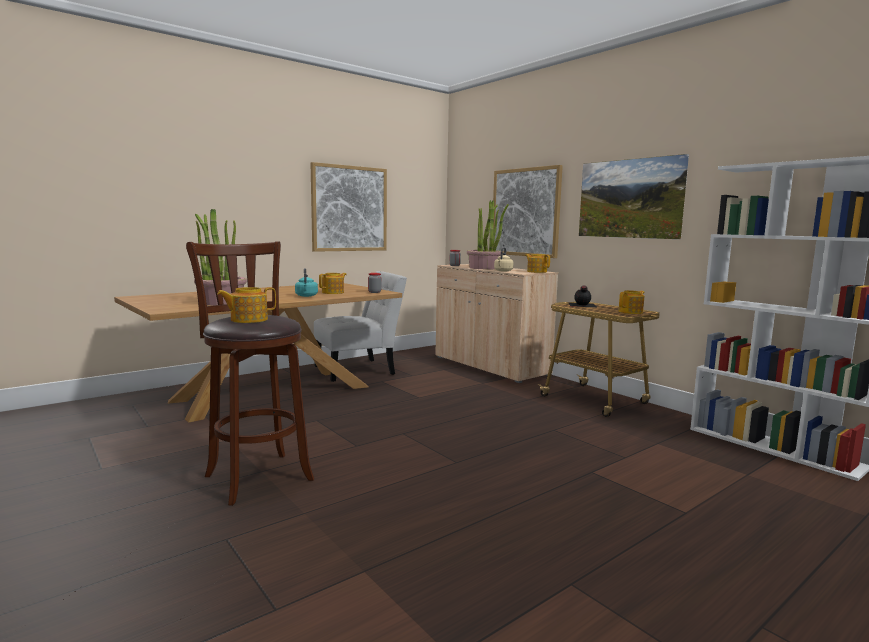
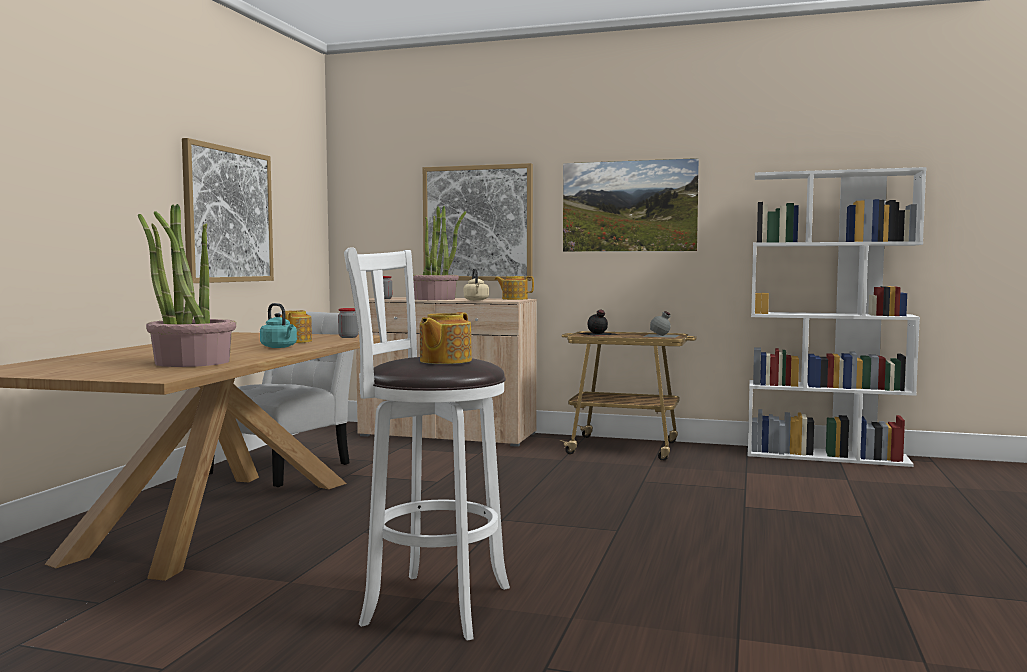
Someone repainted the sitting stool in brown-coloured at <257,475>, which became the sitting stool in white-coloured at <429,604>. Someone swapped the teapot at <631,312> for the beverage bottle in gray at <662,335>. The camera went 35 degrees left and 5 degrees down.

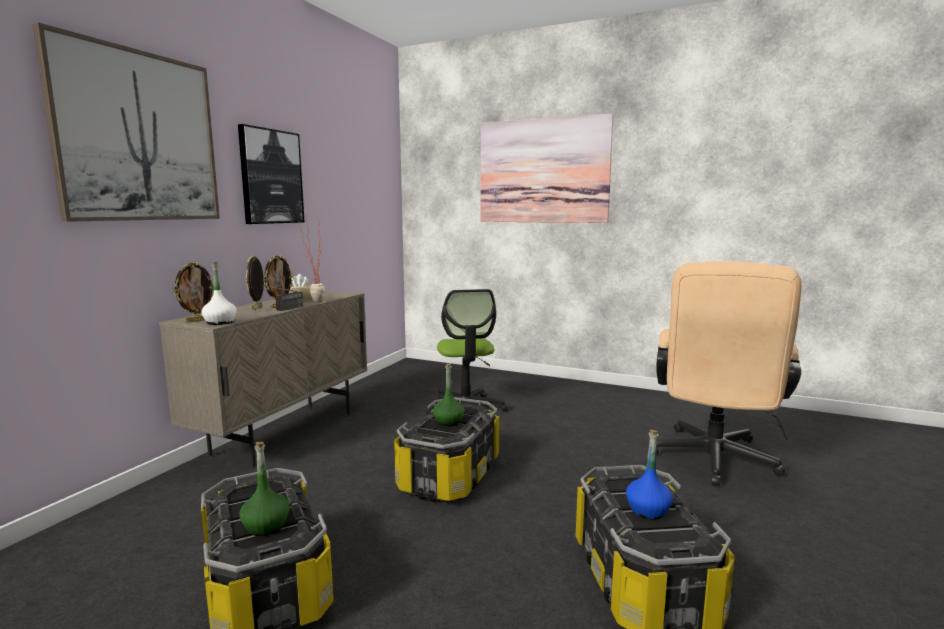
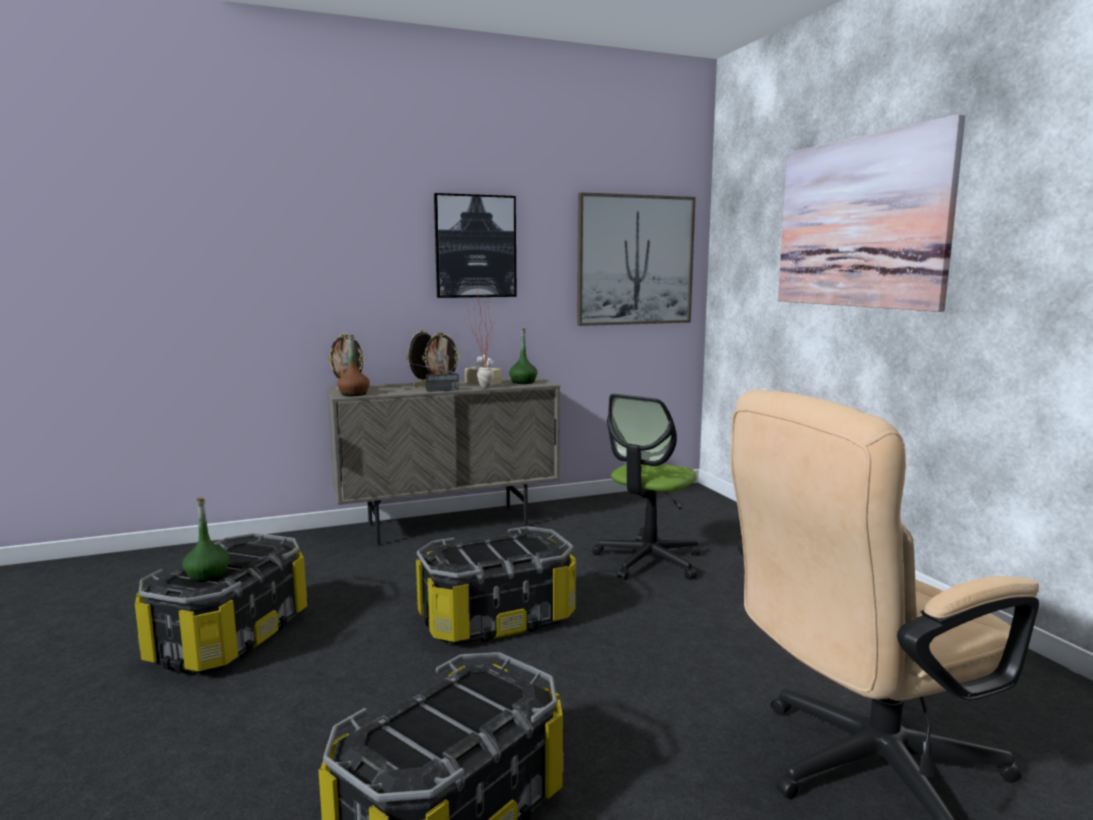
Someone carried the wall picture from <138,137> to <635,260>. Someone repainted the beverage bottle in white-coloured at <220,322>, which became the beverage bottle in brown-coloured at <354,394>. Someone carried the beverage bottle in greenish from <448,421> to <523,382>. Someone took away the beverage bottle in blue-coloured at <648,510>. The camera went 45 degrees right and 0 degrees up.

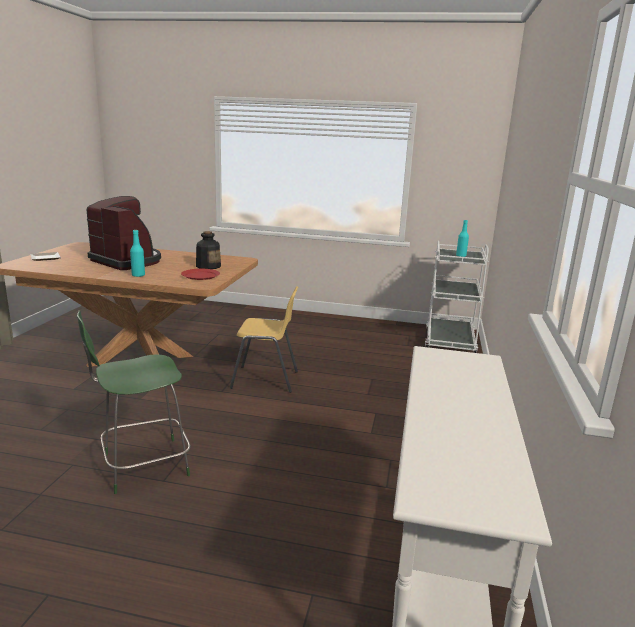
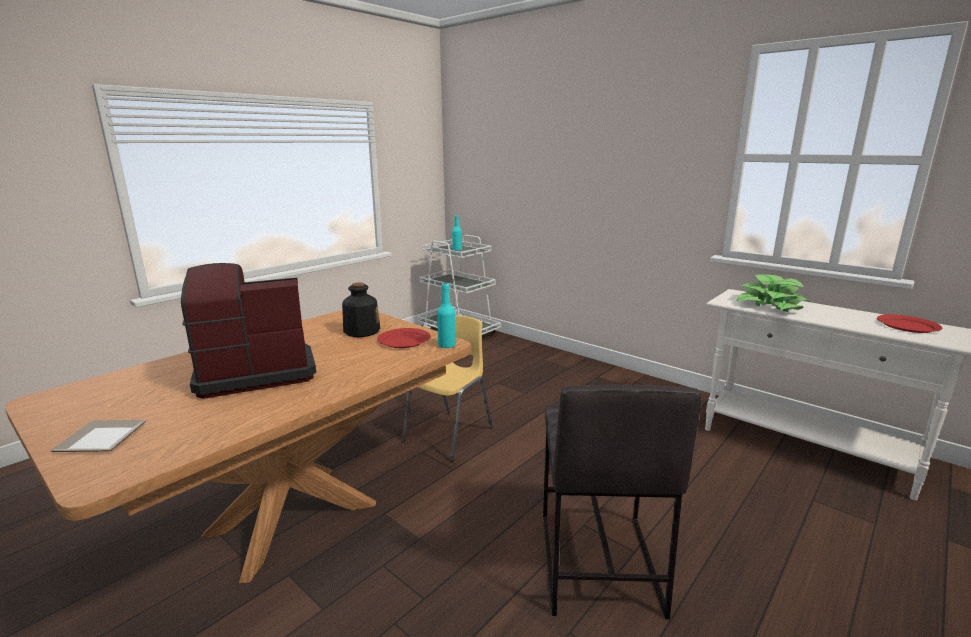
Someone carried the beverage bottle in turquoise-coloured from <138,275> to <447,345>. Someone swapped the chair in greenish at <142,465> for the sitting stool in gray at <597,563>. Someone put down the plant in a pot at <771,305>. Someone put down the plate in red-coloured at <908,326>. The camera went 60 degrees left and 0 degrees up.

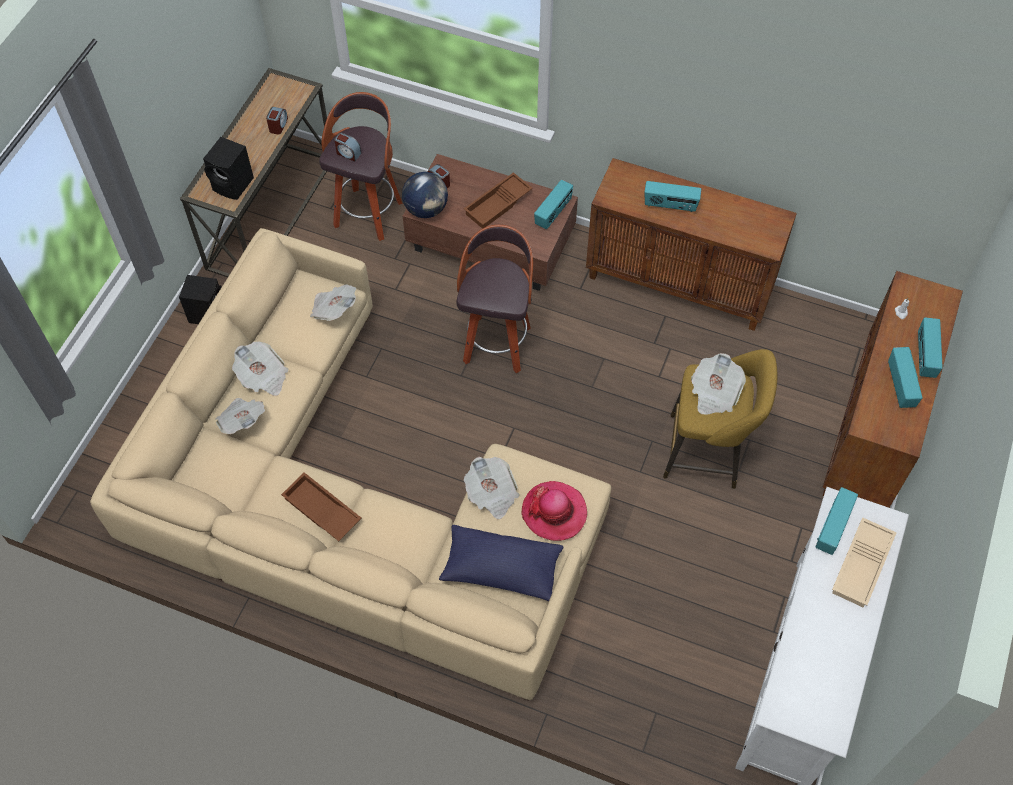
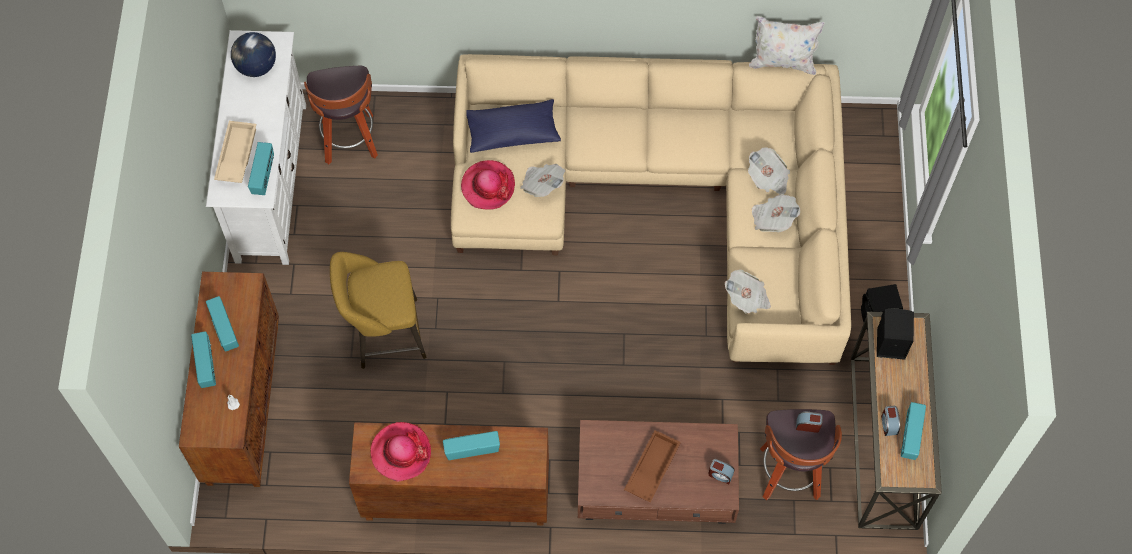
Someone carried the globe from <426,209> to <256,66>. Someone carried the radio receiver from <553,213> to <910,436>. Someone carried the sitting stool from <497,343> to <349,141>. Someone took away the printed paper at <714,393>. Someone took away the serving tray in brown-coloured at <320,511>. Someone put down the throw pillow in white-coloured at <782,62>. Someone put down the wearable hat at <401,452>. The camera went 160 degrees right and 5 degrees up.

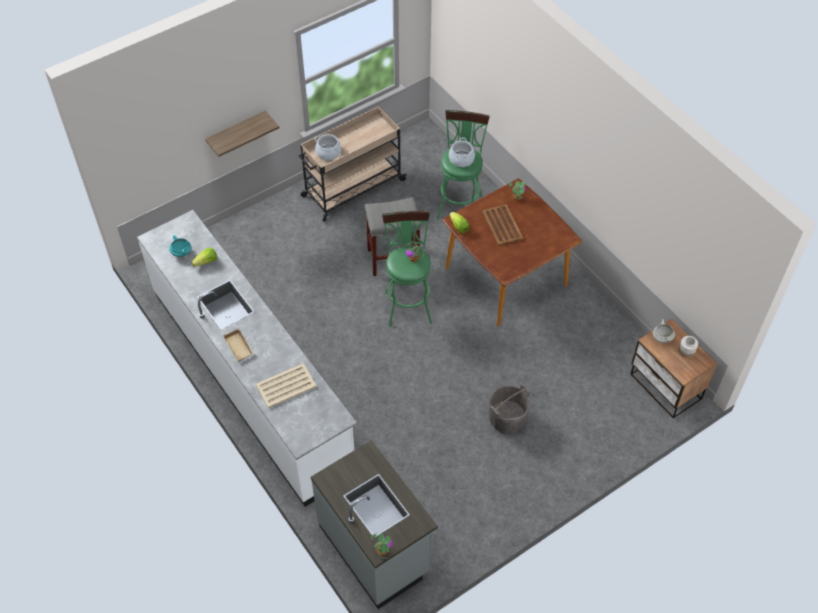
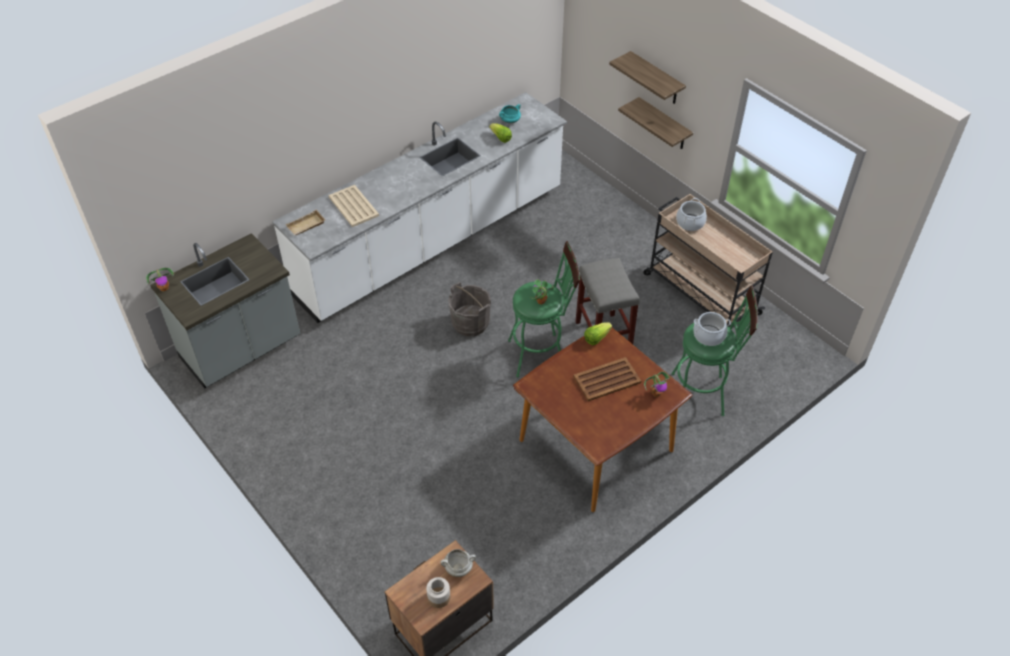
Someone carried the serving tray in sand-coloured from <240,347> to <306,226>. Someone carried the bucket in gray from <507,419> to <470,323>. Someone put up the bracket shelf at <656,79>. The camera went 85 degrees right and 5 degrees down.

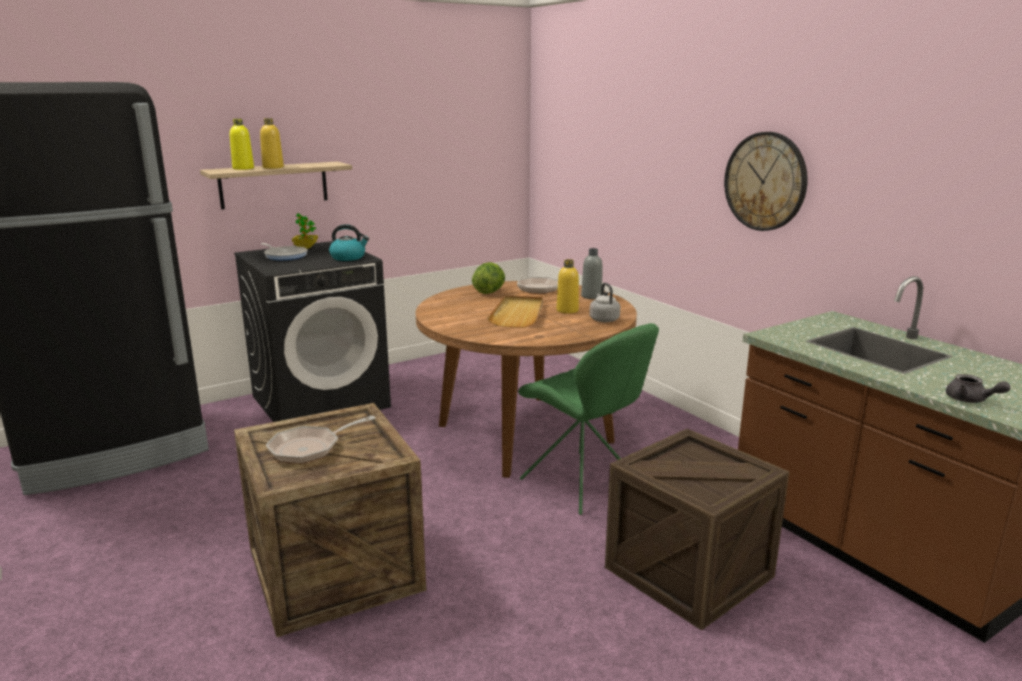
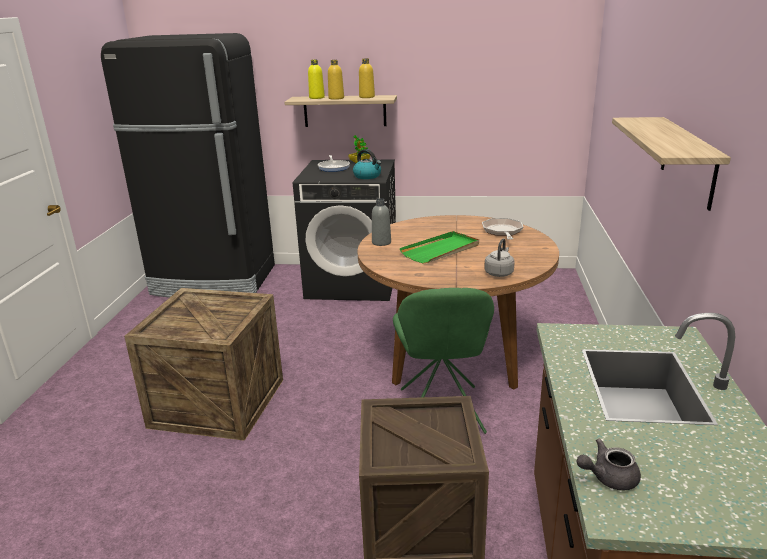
Someone swapped the hanging clock at <765,181> for the bracket shelf at <688,161>. Someone carried the beverage bottle in gray from <591,296> to <381,242>. Someone carried the beverage bottle in yellowish from <567,310> to <367,97>. Someone took away the head of lettuce at <489,292>. Someone repainted the serving tray in sand-coloured at <518,314>, which became the serving tray in greenish at <441,250>. Someone rotated the teapot in gray at <970,400> by 75 degrees clockwise. Someone took away the skillet at <310,448>. The camera went 40 degrees right and 5 degrees up.

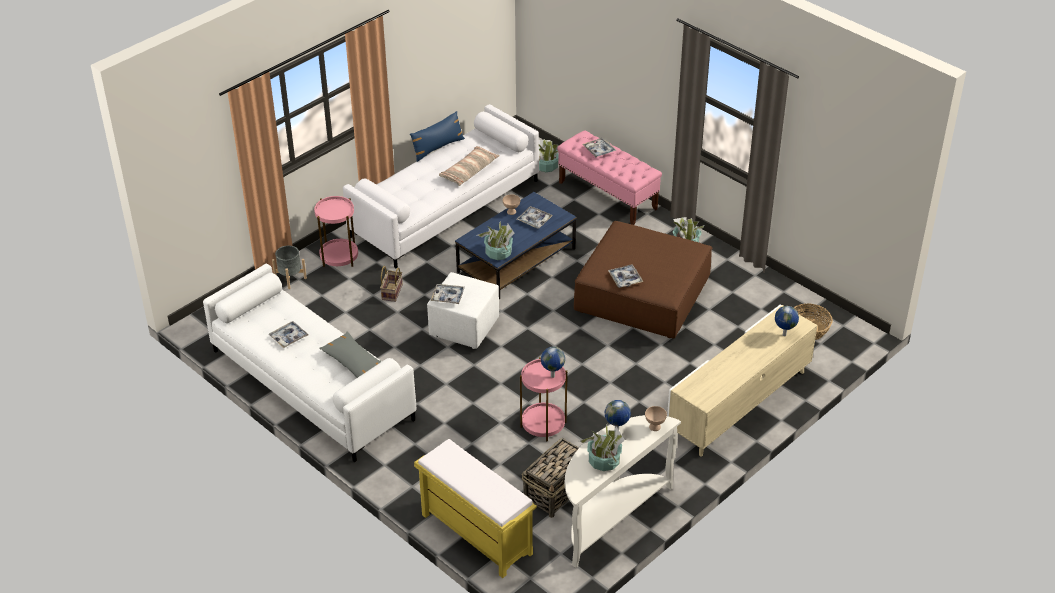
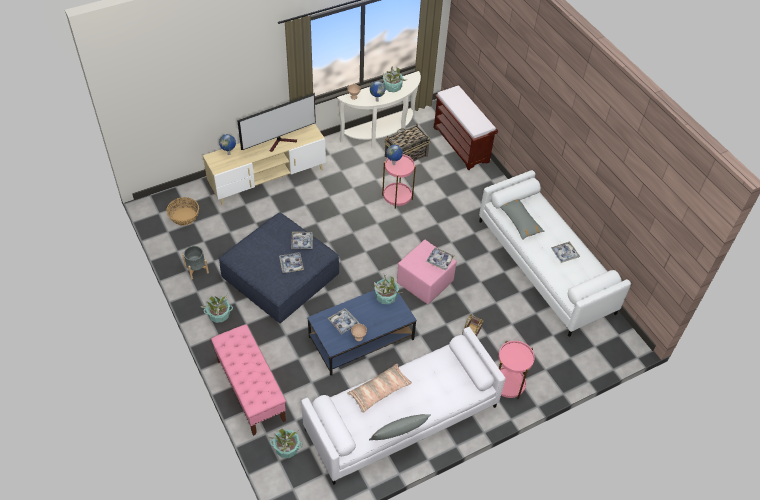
Someone repainted the throw pillow in blue-coloured at <437,148>, which became the throw pillow in gray at <399,434>. Someone carried the serving tray from <599,150> to <291,264>. Someone repainted the footrest in brown-coloured at <642,294>, which became the footrest in blue-coloured at <280,277>. Someone carried the plant pot in gray from <290,278> to <197,269>. Someone repainted the footrest in white-coloured at <465,328>, which became the footrest in pinkish at <424,283>. Someone repainted the indoor bench in yellowish at <475,534>, which became the indoor bench in brown-coloured at <461,145>. Someone put down the TV set at <281,142>. The camera went 165 degrees left and 10 degrees up.

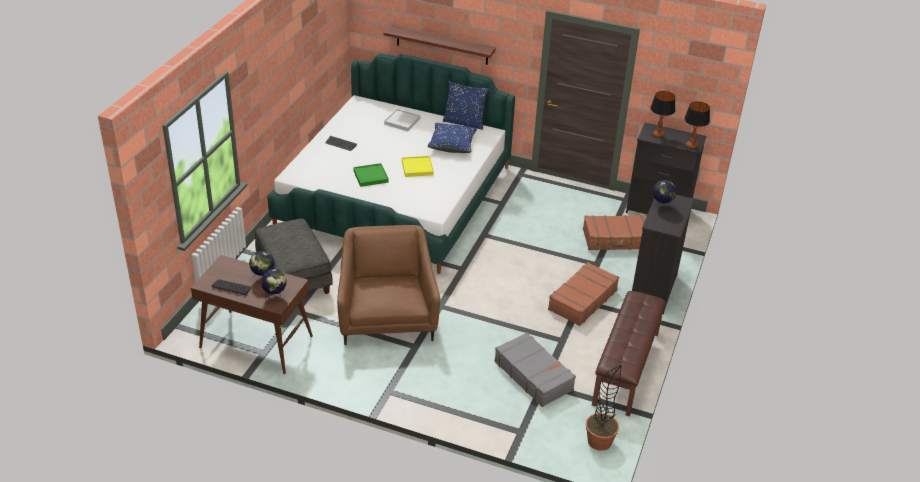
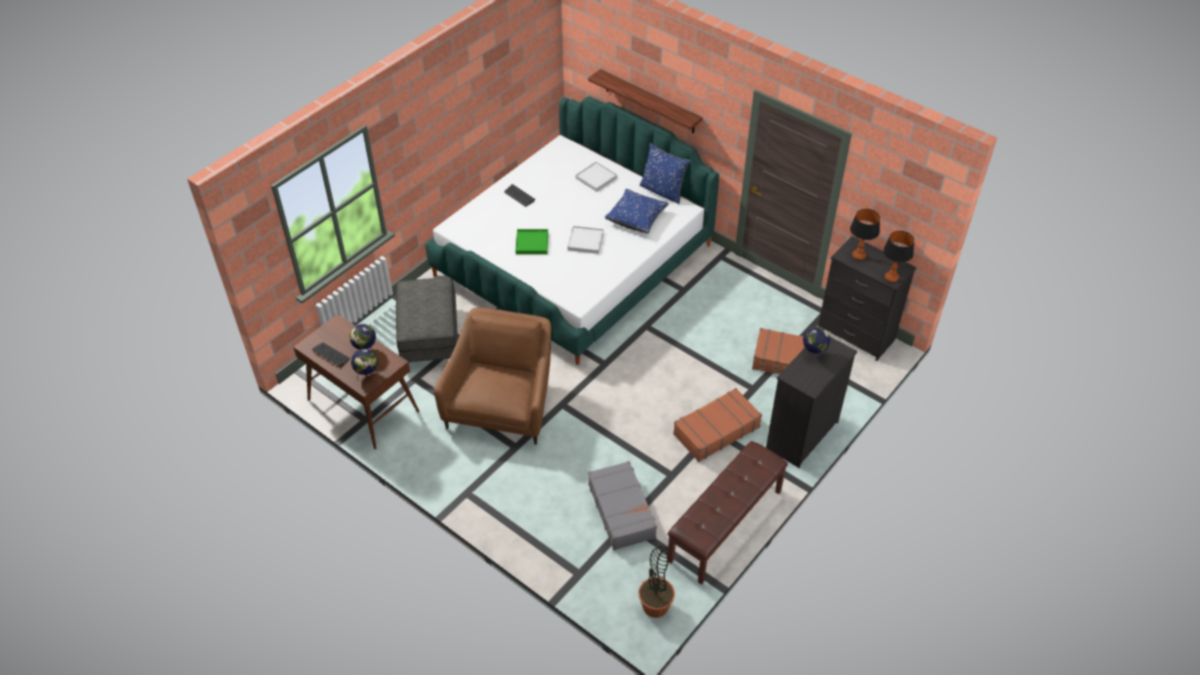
Someone repainted the serving tray in yellowish at <417,168>, which became the serving tray in white-coloured at <585,241>. The camera went 20 degrees right and 10 degrees up.

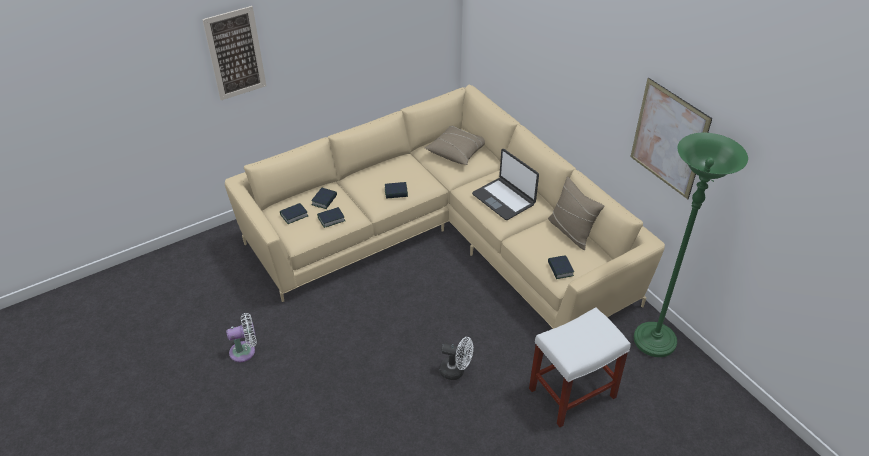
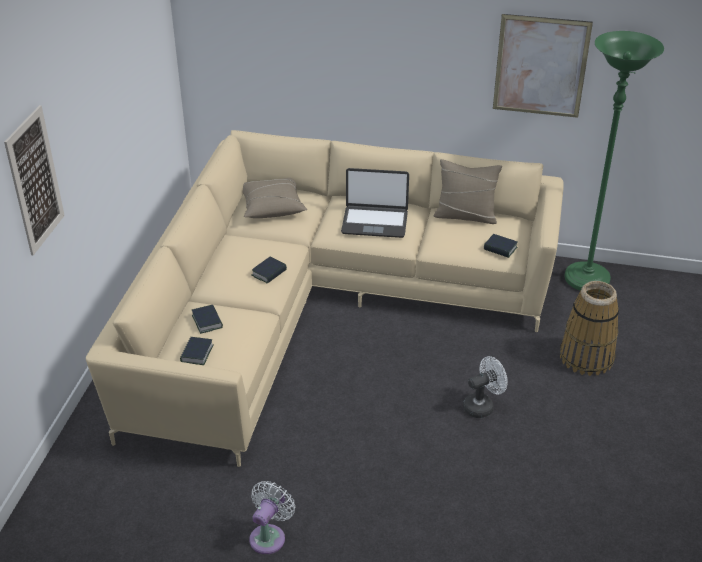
Someone took away the bound book at <331,219>. Someone swapped the sitting stool in white-coloured at <571,394> for the storage basket at <586,357>. The camera went 45 degrees left and 5 degrees down.

